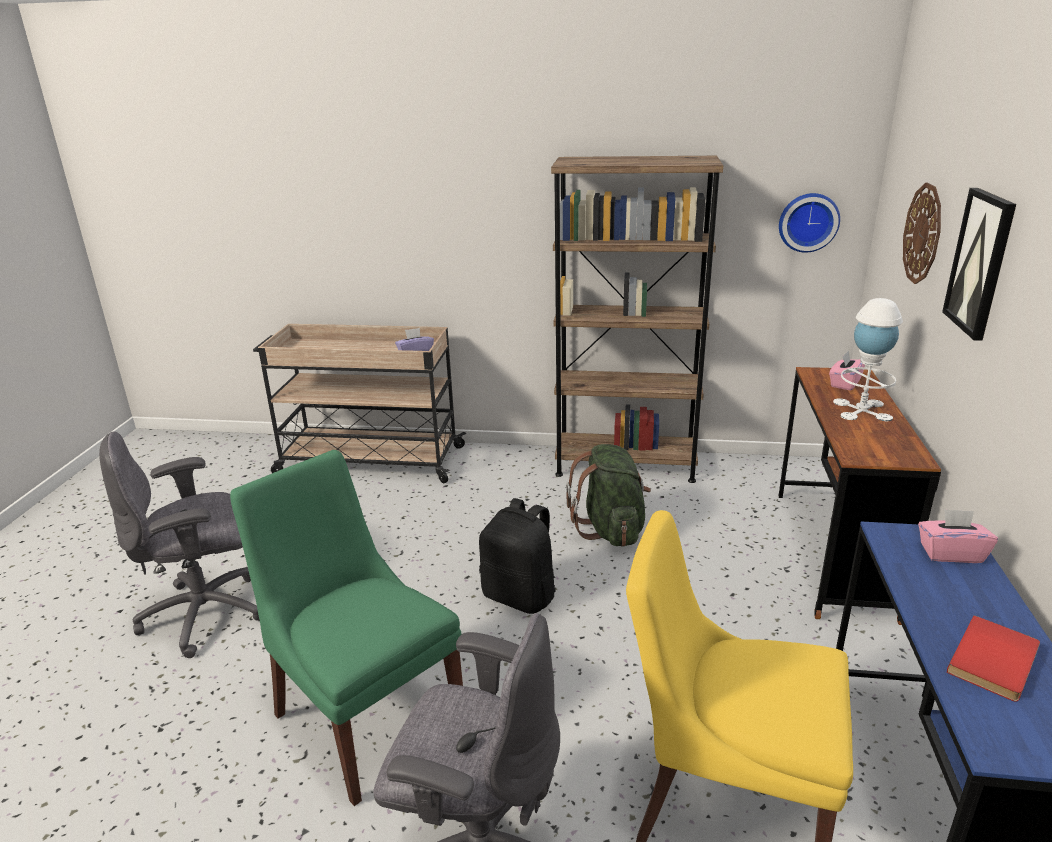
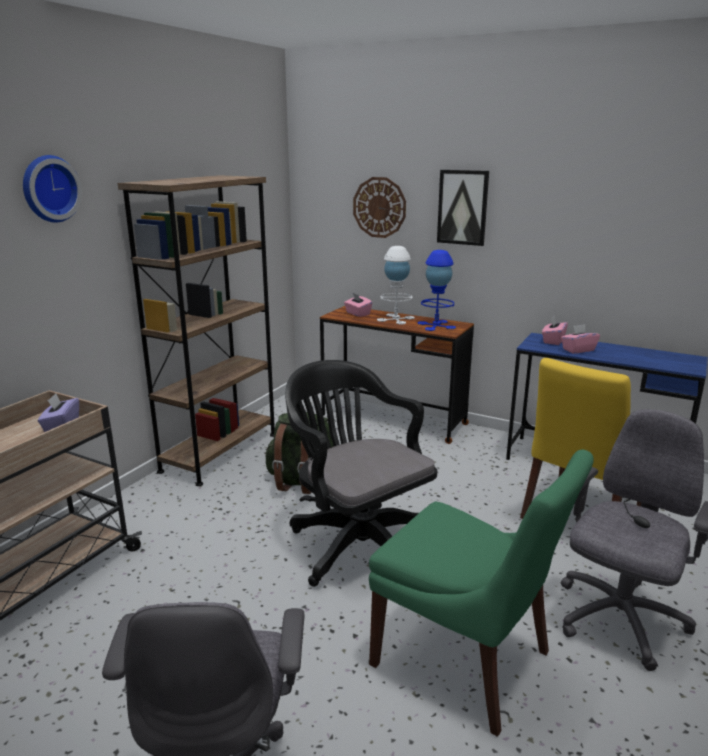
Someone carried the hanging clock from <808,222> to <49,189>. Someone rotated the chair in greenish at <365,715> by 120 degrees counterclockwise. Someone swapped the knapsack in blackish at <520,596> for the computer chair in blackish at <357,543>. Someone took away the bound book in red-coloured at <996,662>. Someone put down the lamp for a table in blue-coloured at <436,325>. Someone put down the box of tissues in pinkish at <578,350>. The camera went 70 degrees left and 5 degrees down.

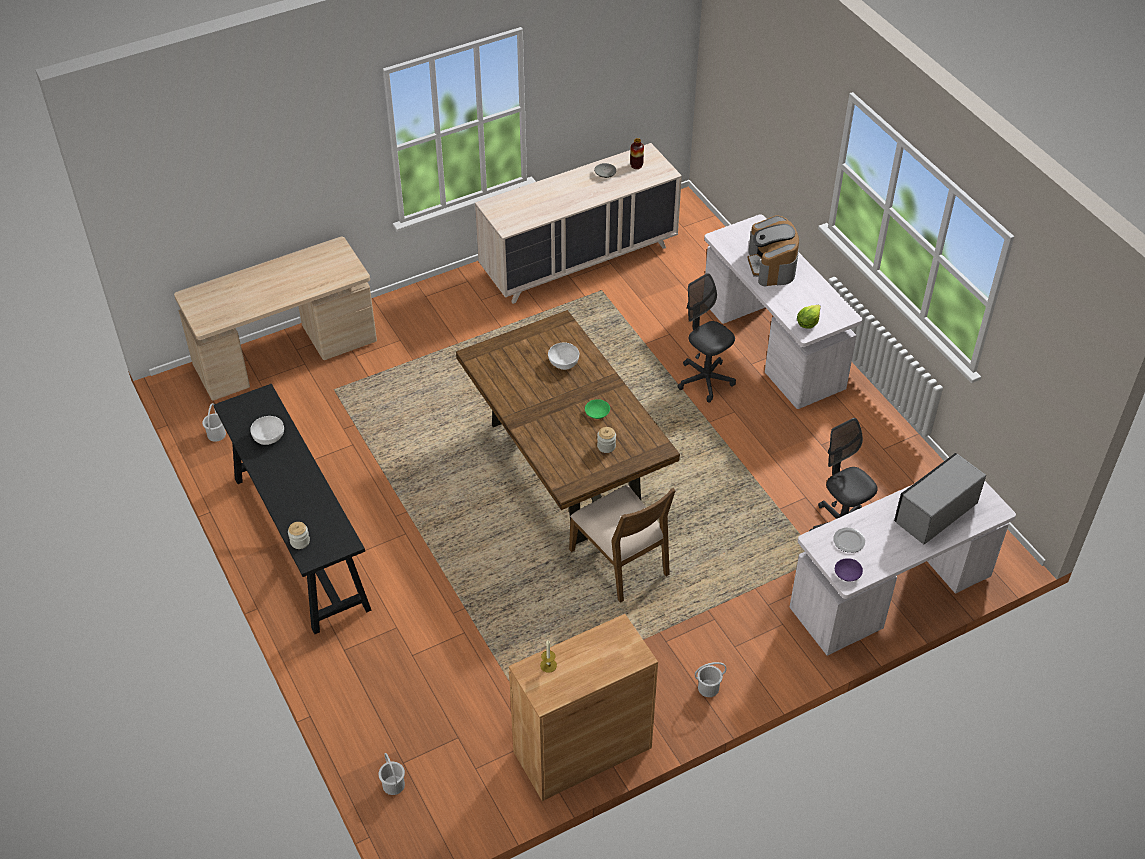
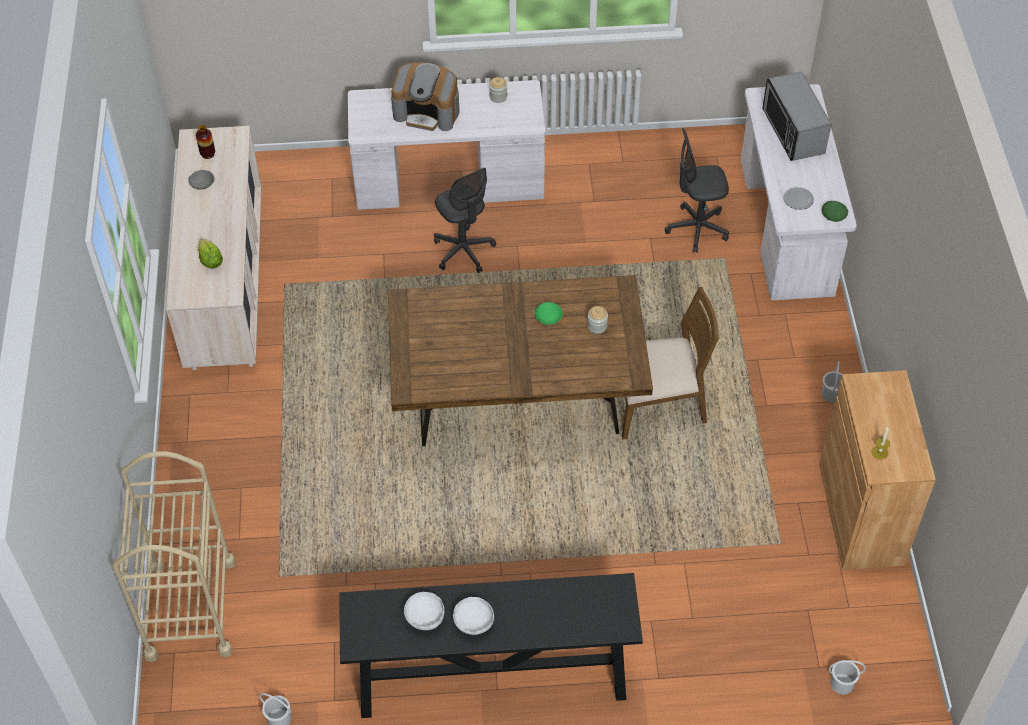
Someone swapped the desk table in sand-coloured at <286,354> for the trolley in sand-coloured at <190,609>. Someone rotated the computer chair in gray at <705,380> by 105 degrees counterclockwise. Someone carried the head of lettuce from <807,323> to <211,262>. Someone carried the bowl in white-coloured from <563,362> to <473,622>. Someone carried the jar from <300,541> to <498,97>. Someone repainted the bowl in purplish at <847,574>, which became the bowl in greenish at <834,215>. The camera went 65 degrees left and 5 degrees up.

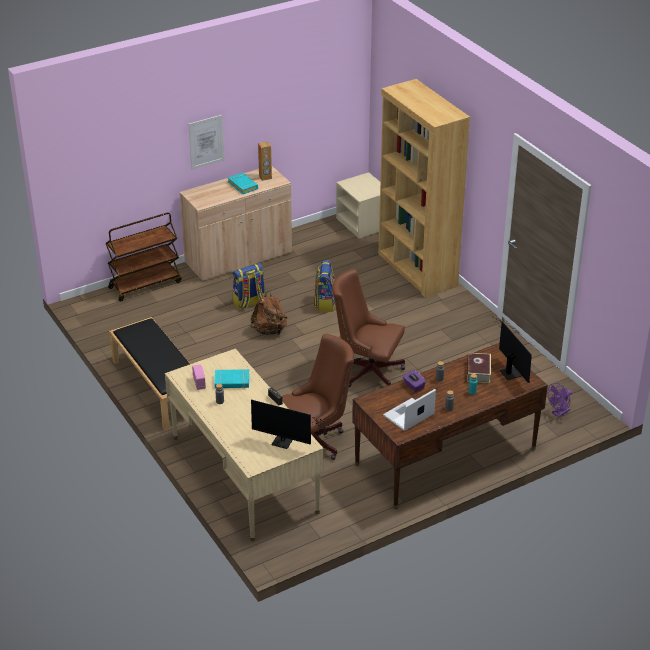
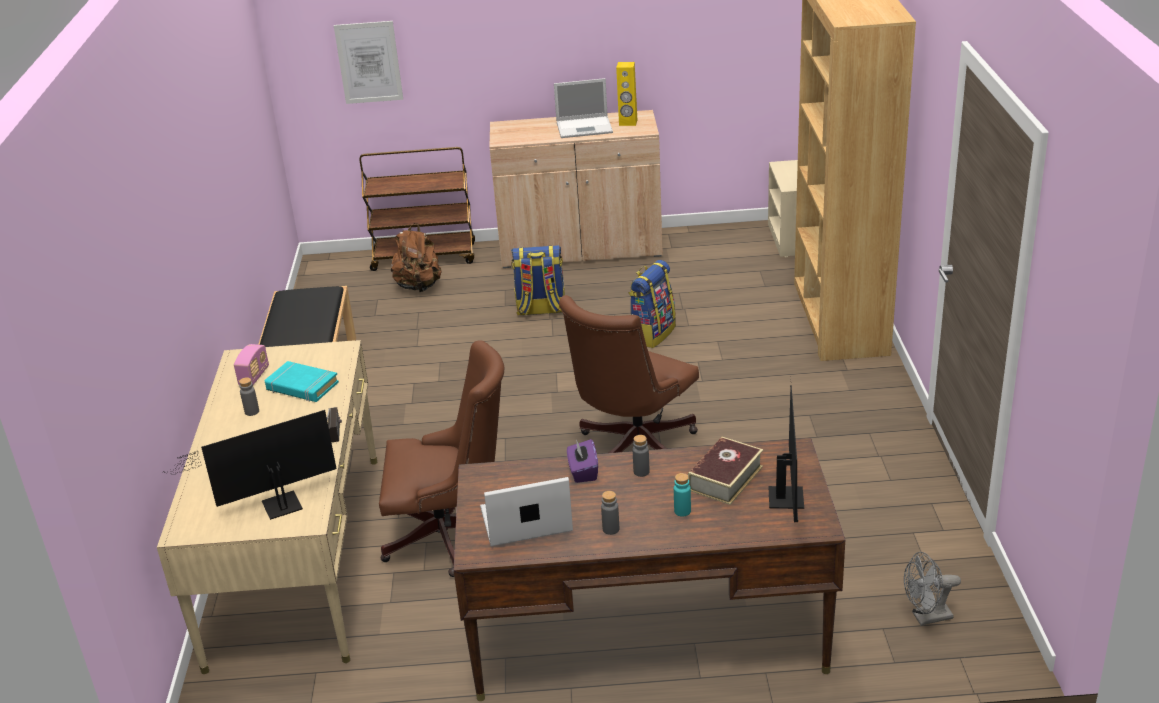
Someone carried the wall picture from <206,142> to <369,62>. Someone repainted the speaker in brown-coloured at <265,177>, which became the speaker in yellowish at <628,122>. Someone swapped the bound book in turquoise-coloured at <243,185> for the portable computer at <585,127>. Someone rotated the computer chair in brown-coloured at <367,370> by 105 degrees counterclockwise. Someone carried the knapsack in brown-coloured from <269,330> to <419,286>. Someone repainted the cooling fan in purplish at <559,413>, which became the cooling fan in gray at <926,617>. Someone rotated the computer display at <285,443> by 105 degrees clockwise. The camera went 30 degrees right and 5 degrees down.

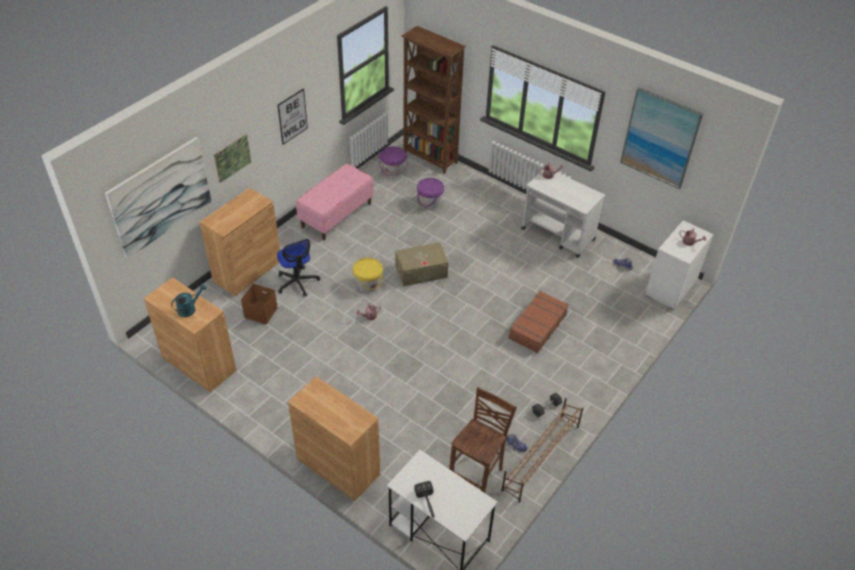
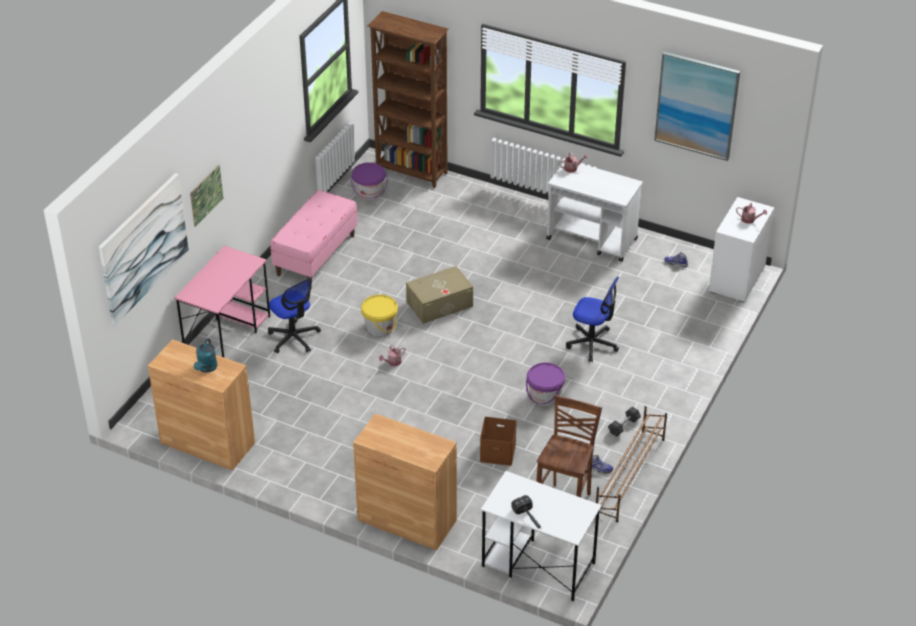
Someone took away the wall picture at <292,116>. Someone carried the bucket in purplish from <430,202> to <545,396>. Someone swapped the storage cabinet in brown-coloured at <247,271> for the desk table in pinkish at <228,334>. Someone rotated the watering pot in turquoise-coloured at <190,309> by 150 degrees clockwise. Someone carried the storage box in brown-coloured from <261,312> to <498,452>. Someone swapped the suitcase in brown-coloured at <537,326> for the computer chair at <592,344>. The camera went 10 degrees left and 5 degrees down.

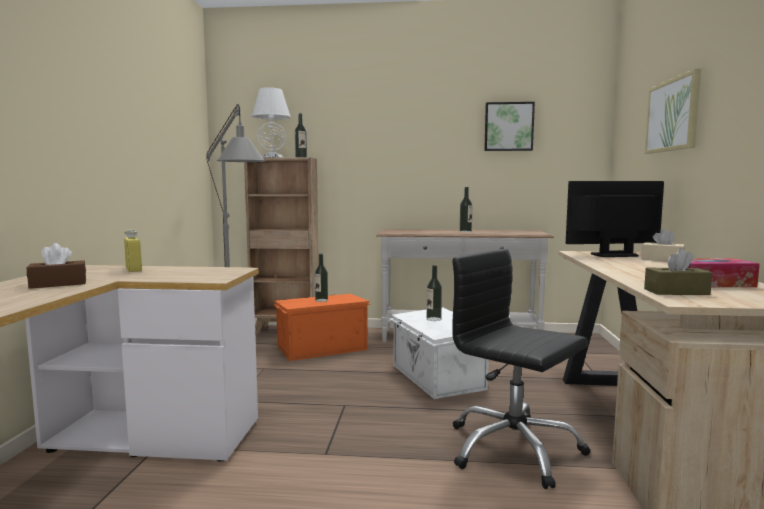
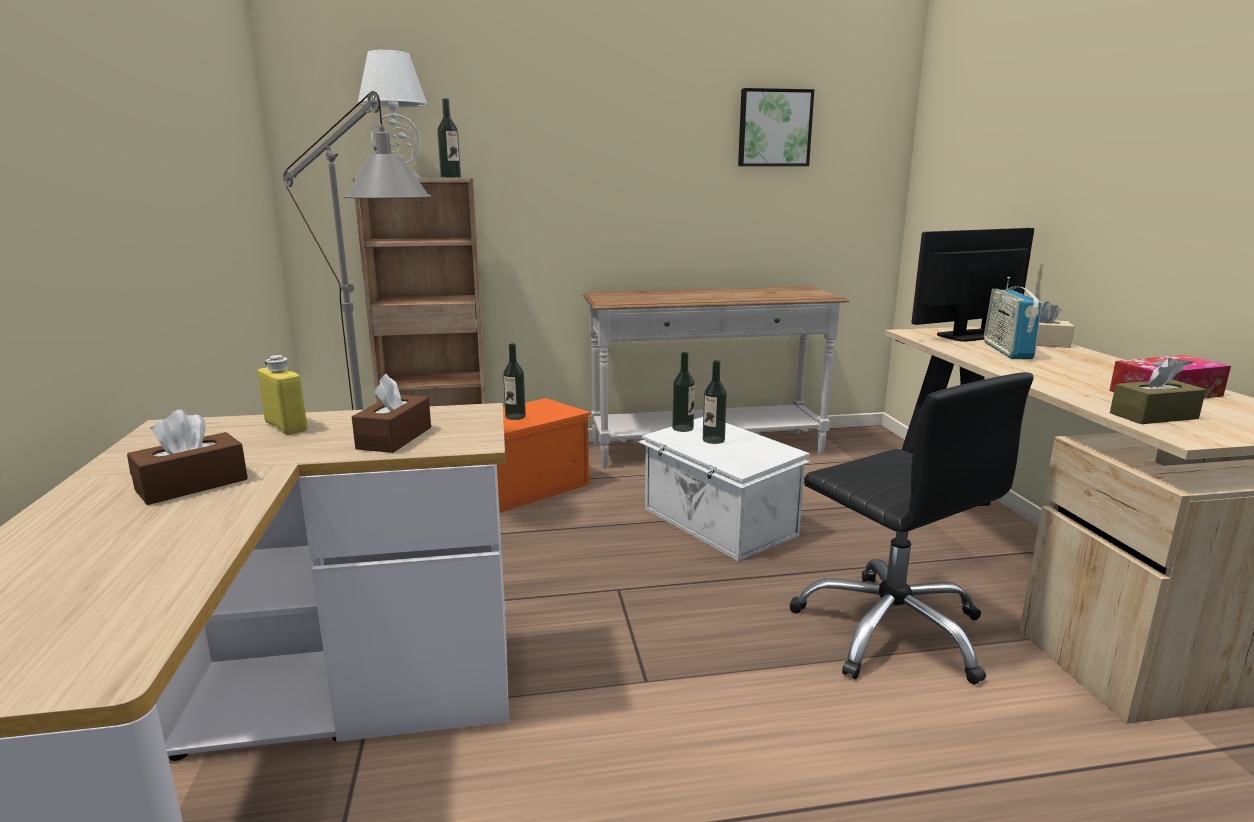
Someone took away the wall picture at <673,115>. Someone carried the beverage bottle from <465,231> to <682,428>. Someone rotated the computer chair in blackish at <513,449> by 150 degrees counterclockwise. Someone put down the radio receiver at <1007,350>. Someone put down the box of tissues in brown-coloured at <394,438>. The camera went 15 degrees left and 10 degrees up.

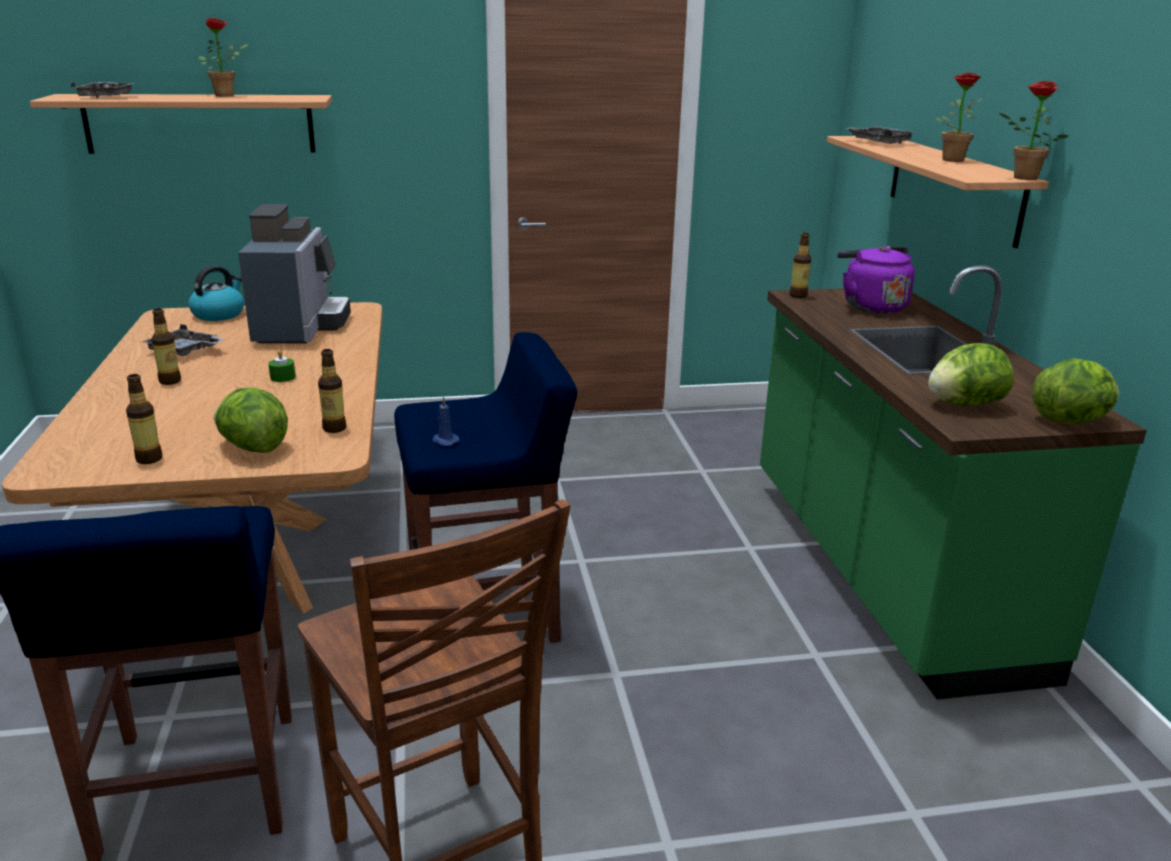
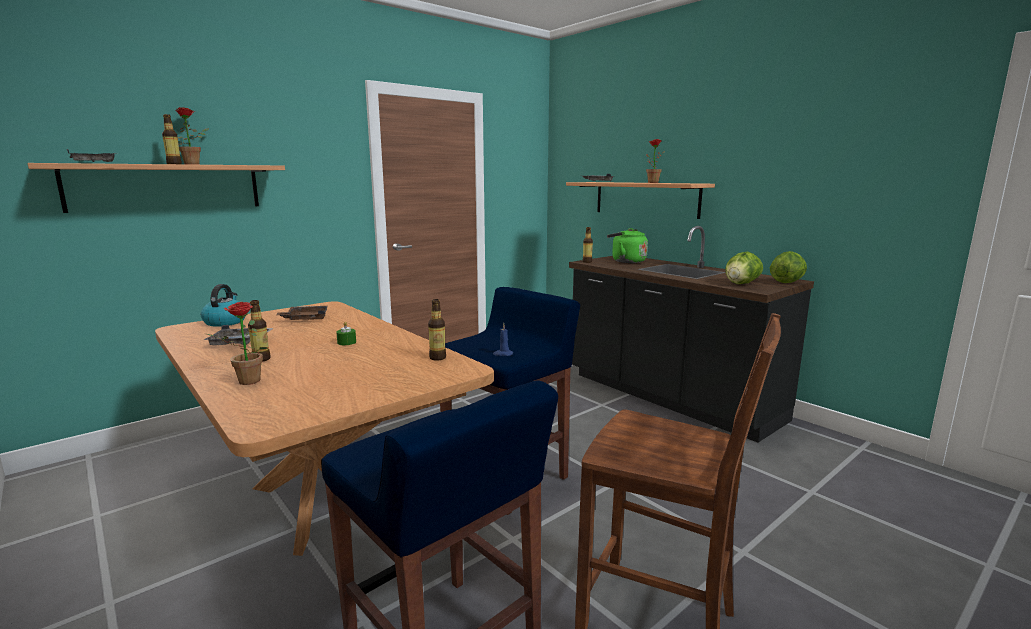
Someone carried the plant in a pot from <1020,178> to <244,382>. Someone swapped the coffee brewer at <300,328> for the serving tray in brown-coloured at <305,319>. Someone repainted the kettle in purplish at <871,306>, which became the kettle in greenish at <626,261>. Someone repainted the counter in greenish at <882,570>, which became the counter in blackish at <669,397>. Someone carried the beverage bottle from <149,459> to <174,164>. Someone took away the head of lettuce at <253,448>. The camera went 30 degrees left and 10 degrees down.

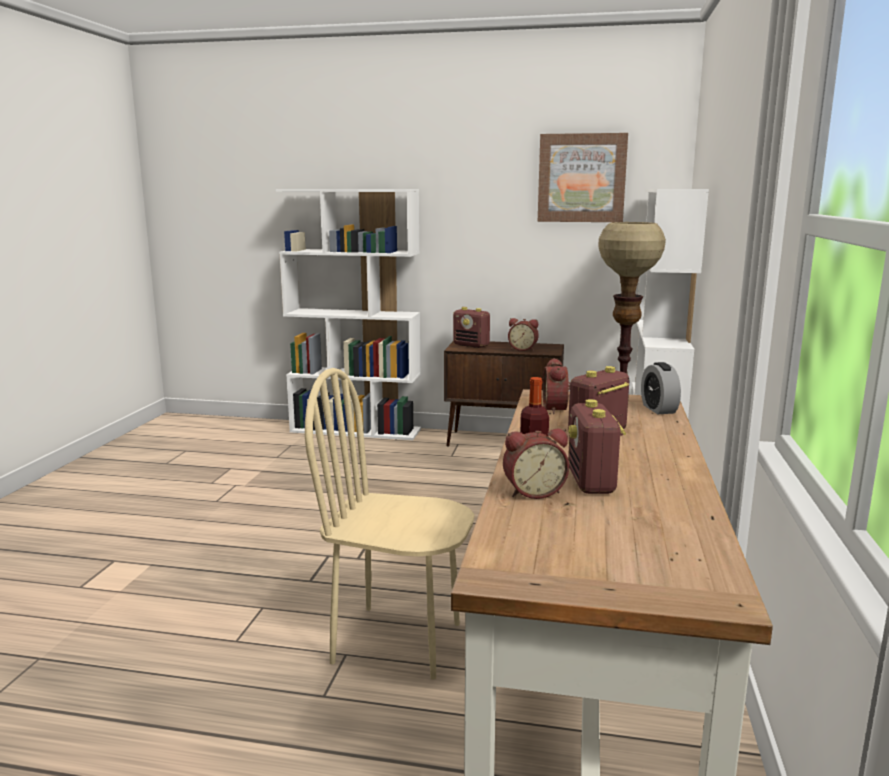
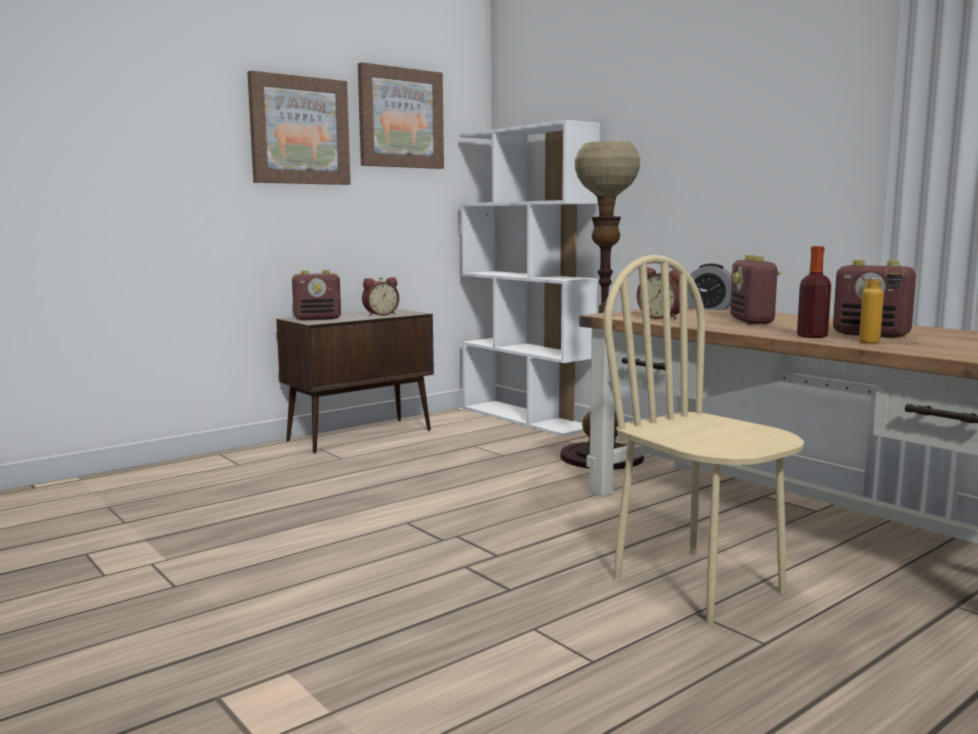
Someone took away the shelving unit in white-coloured at <356,430>. Someone rotated the chair in sand-coloured at <397,641> by 90 degrees clockwise. Someone swapped the bedside clock at <533,492> for the beverage bottle at <878,343>. Someone put up the wall picture at <299,130>. The camera went 50 degrees left and 5 degrees down.

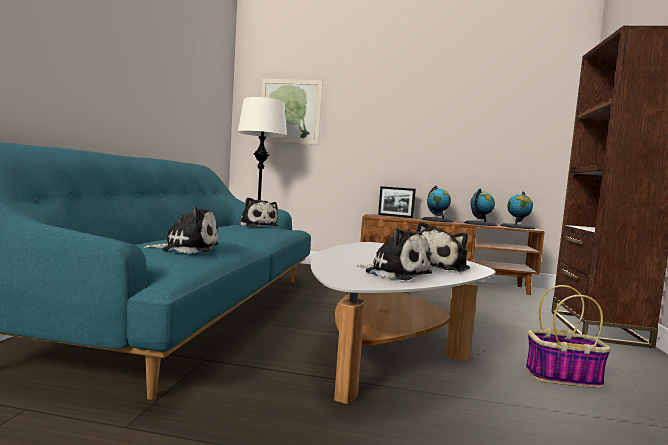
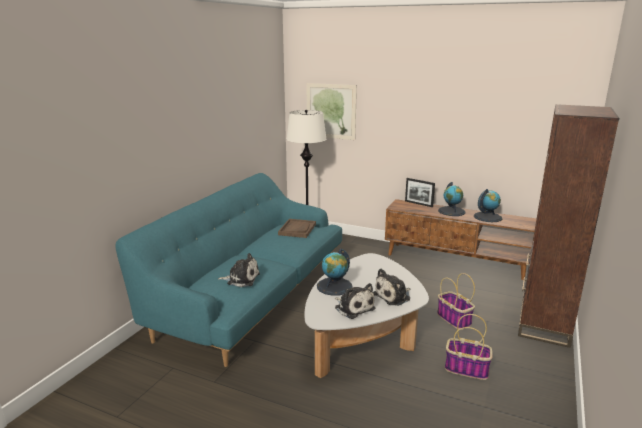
Someone carried the globe from <517,227> to <334,286>. Someone swapped the soft toy at <257,225> for the serving tray in brown-coloured at <297,229>. Someone put down the storage basket at <454,319>. The camera went 15 degrees right and 15 degrees up.

